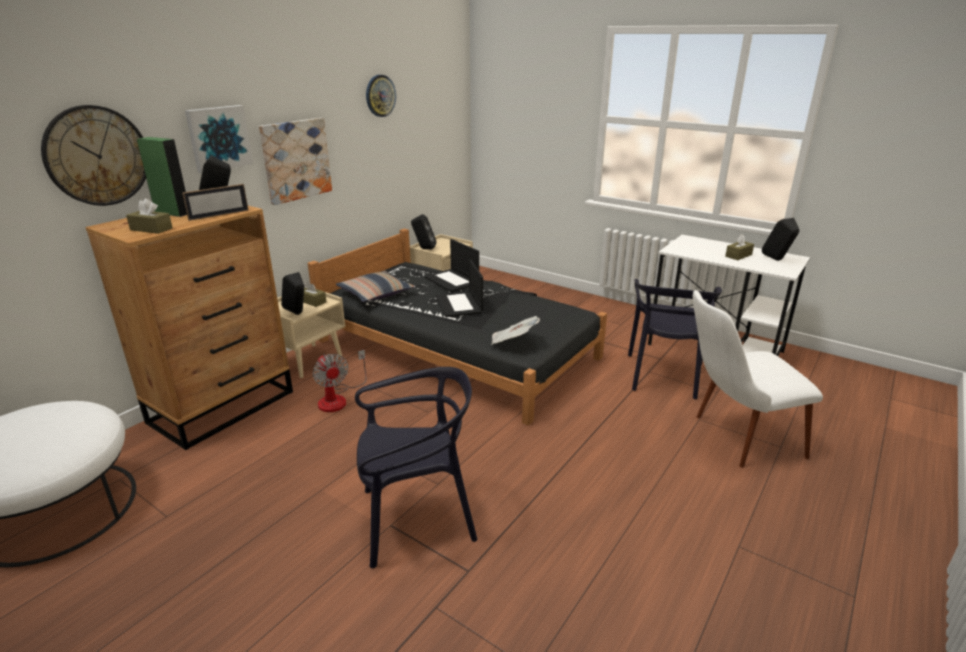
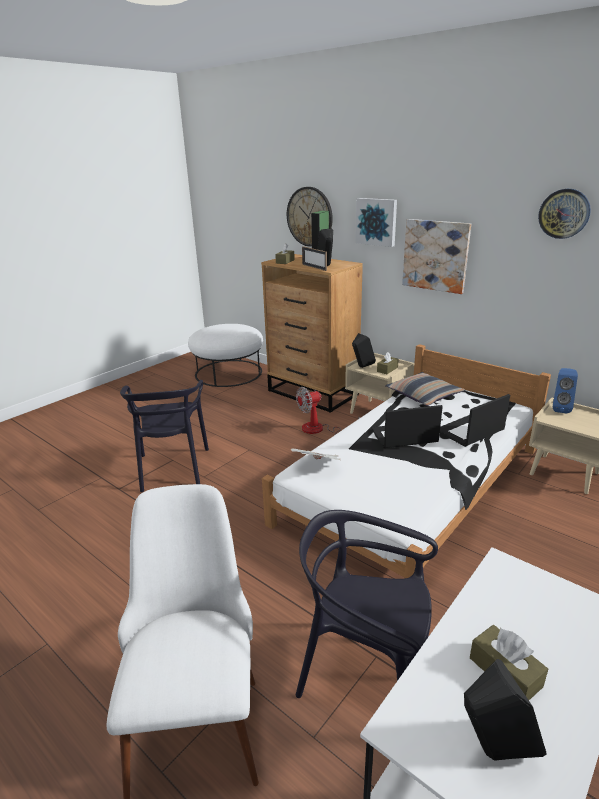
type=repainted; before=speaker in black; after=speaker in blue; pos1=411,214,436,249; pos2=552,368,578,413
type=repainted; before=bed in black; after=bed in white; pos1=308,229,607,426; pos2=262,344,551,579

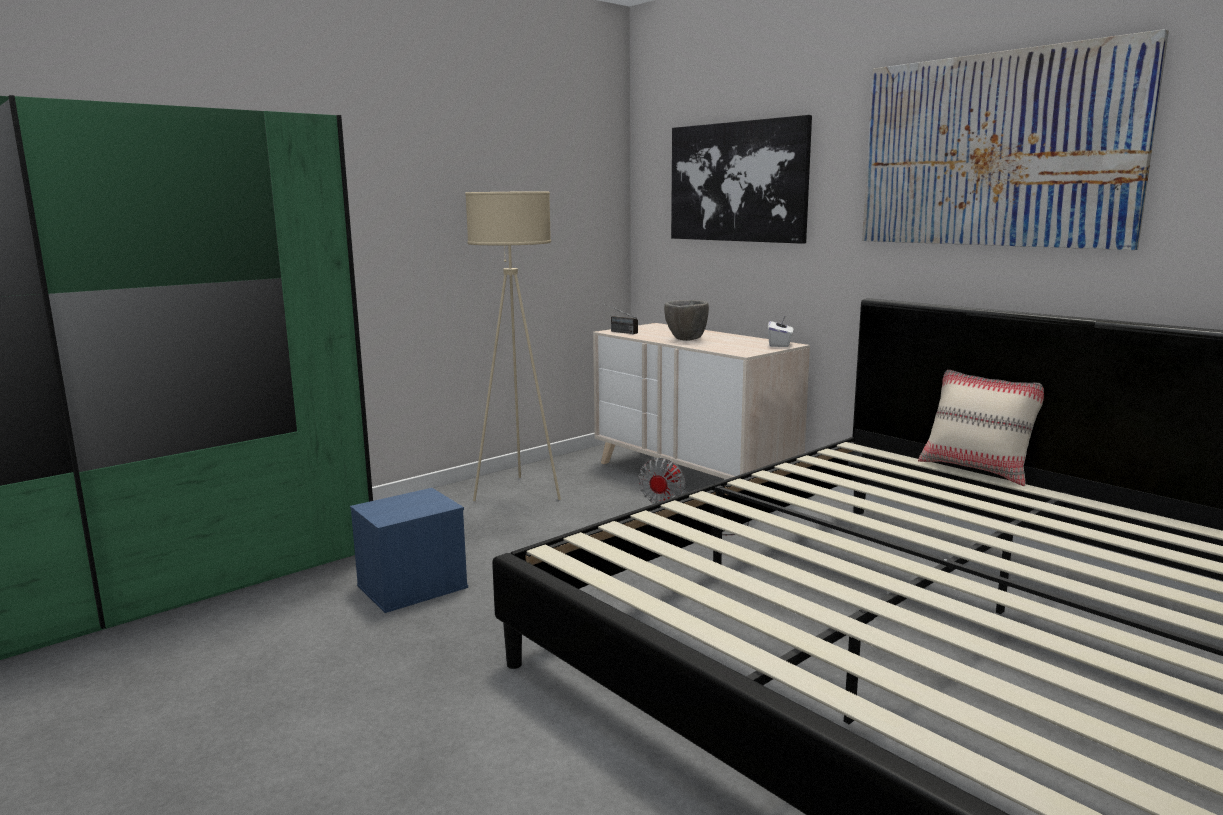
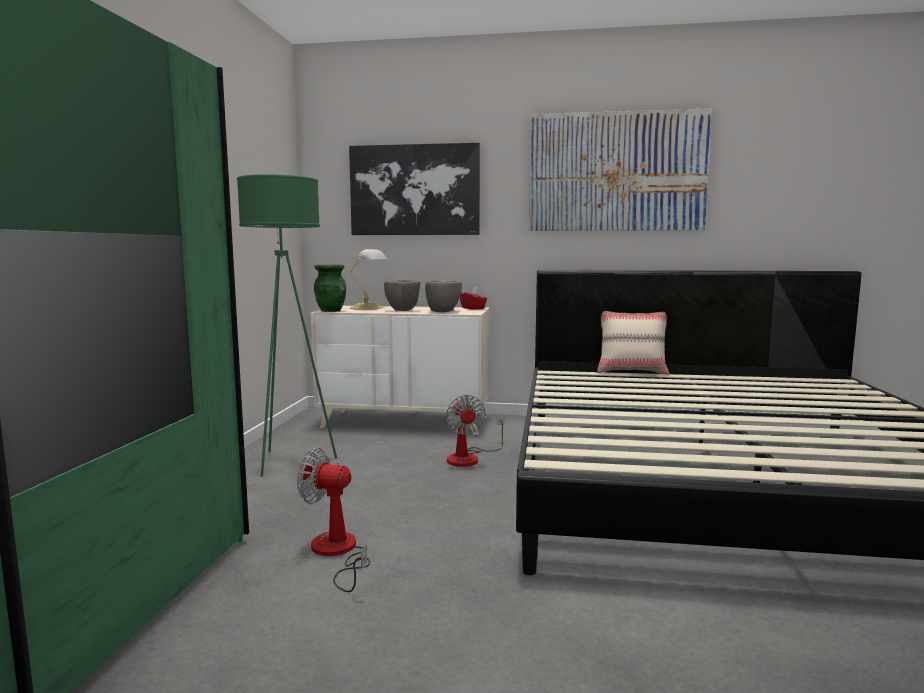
type=repainted; before=floor lamp in beige; after=floor lamp in green; pos1=465,191,561,501; pos2=237,174,337,477
type=swapped; before=radio; after=vase in green; pos1=607,305,638,334; pos2=314,265,346,312
type=repainted; before=tissue box in white; after=tissue box in red; pos1=768,315,794,347; pos2=460,287,487,310
type=swapped; before=storage box in blue; after=fan; pos1=350,488,468,613; pos2=297,448,370,592
type=new; after=table lamp; pos2=350,249,387,310
type=new; after=bowl in grey; pos2=425,280,462,312

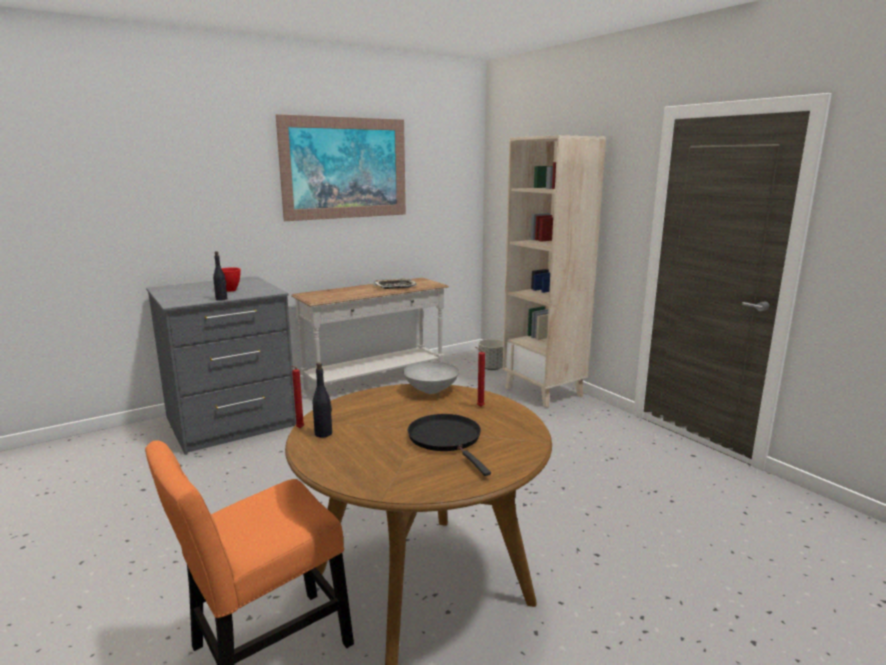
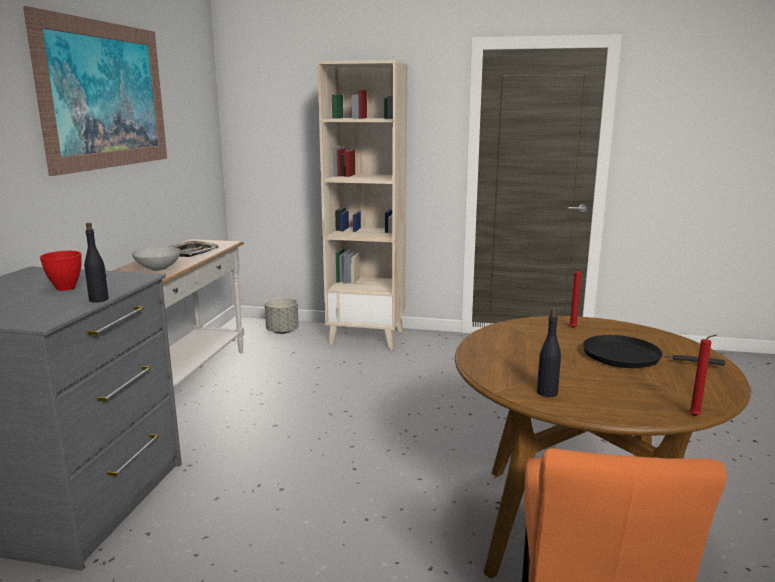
type=shifted; before=bowl in grey; pos1=403,362,459,394; pos2=132,247,181,271
type=shifted; before=candle in red; pos1=292,366,304,428; pos2=689,335,717,416

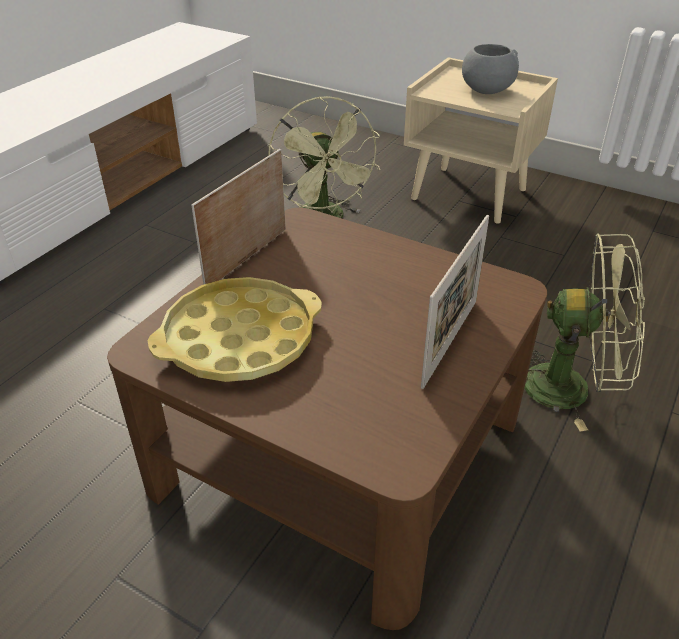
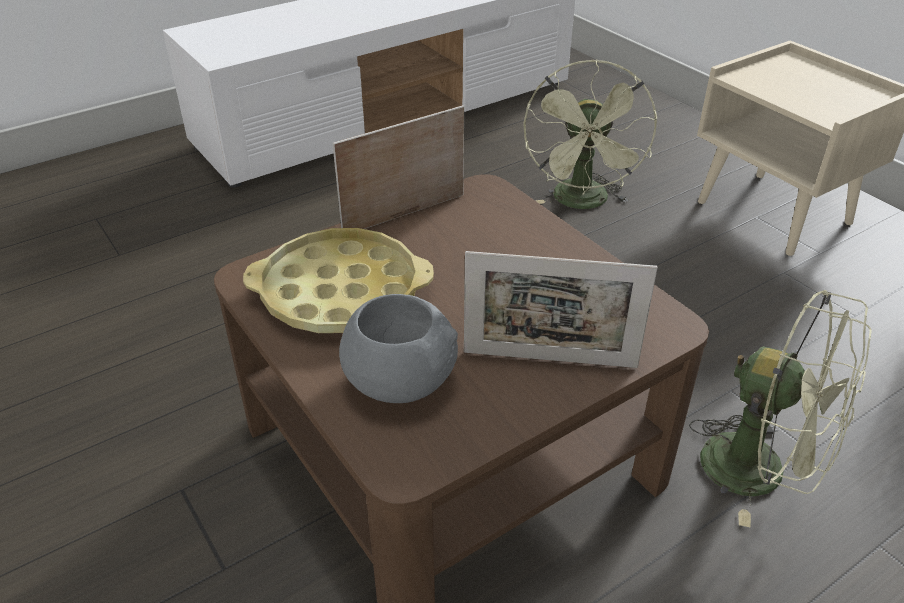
type=shifted; before=bowl in grey; pos1=462,44,519,94; pos2=339,294,458,403
type=rotated; before=picture frame; pos1=421,215,489,389; pos2=464,251,658,368; turn=45

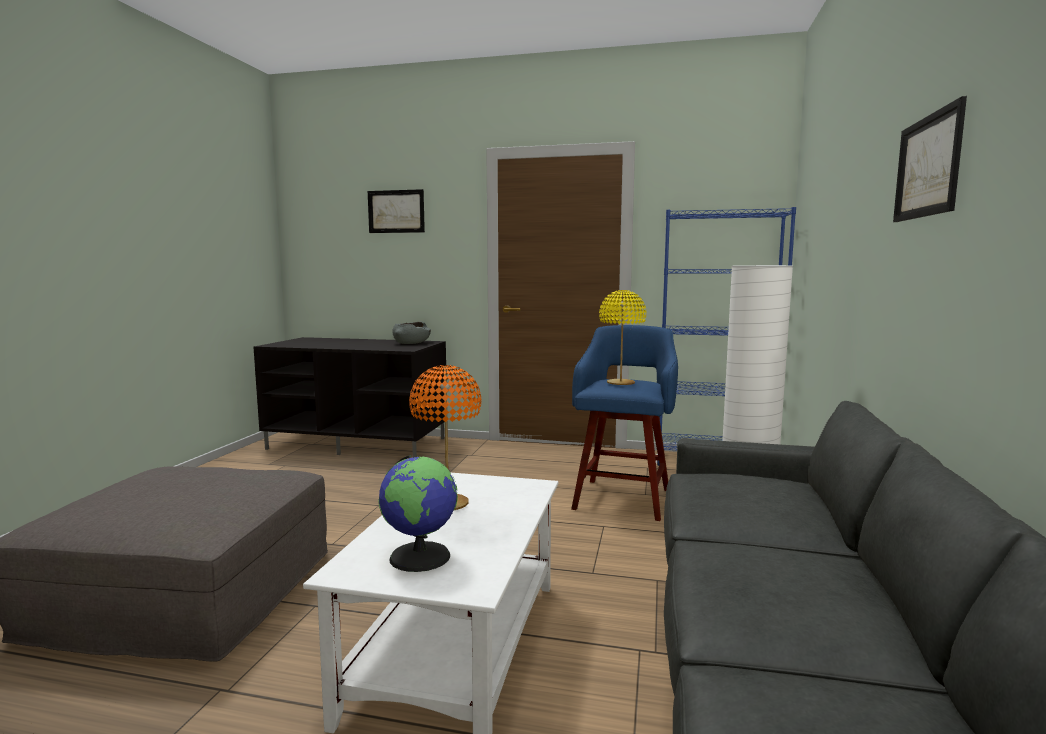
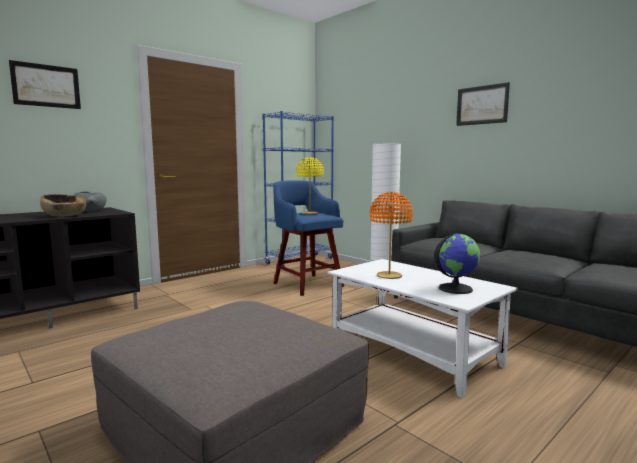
type=new; after=bowl in brown; pos2=40,194,87,216

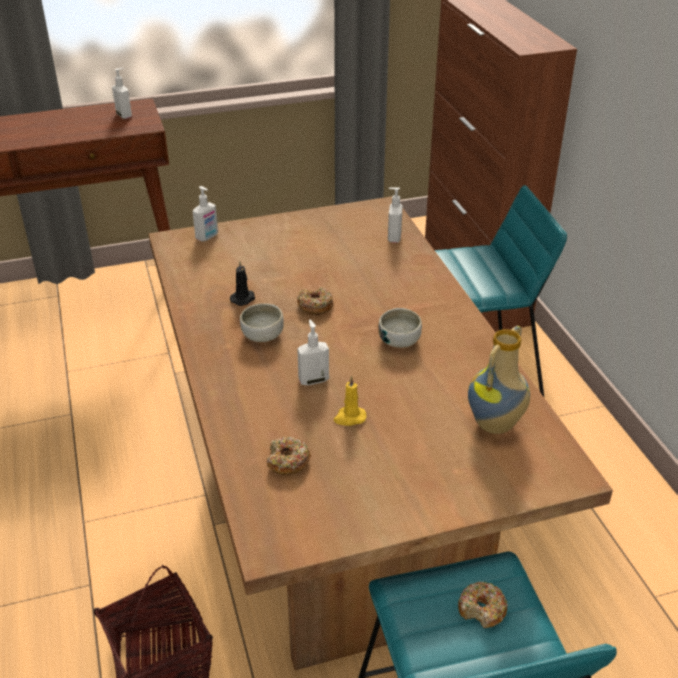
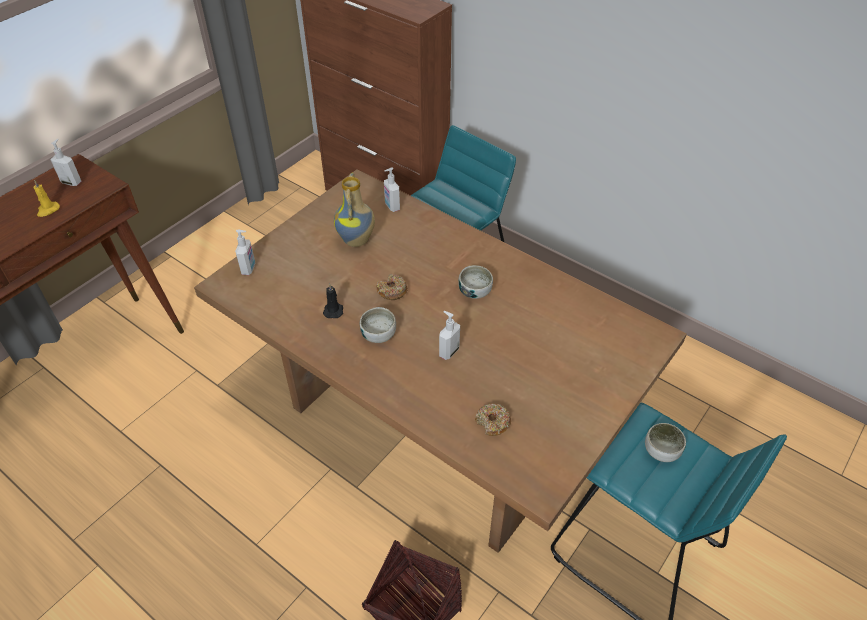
type=shifted; before=vase; pos1=468,326,530,434; pos2=334,173,375,247
type=shifted; before=candle in yellow; pos1=334,376,367,426; pos2=34,180,60,217
type=swapped; before=donut; after=bowl; pos1=458,582,508,628; pos2=645,423,686,462

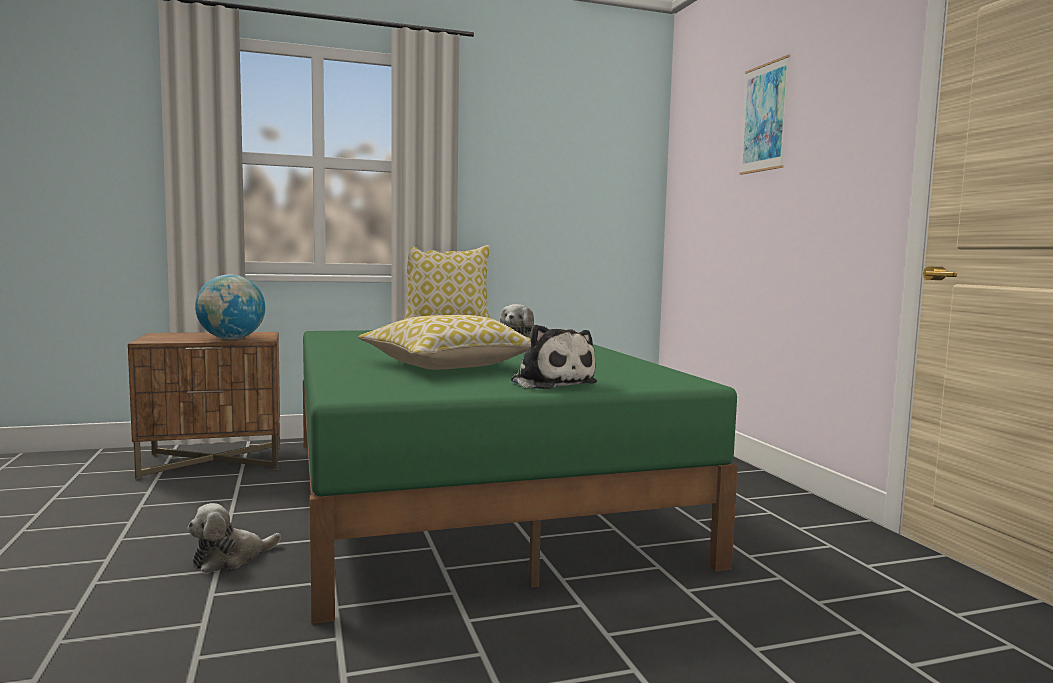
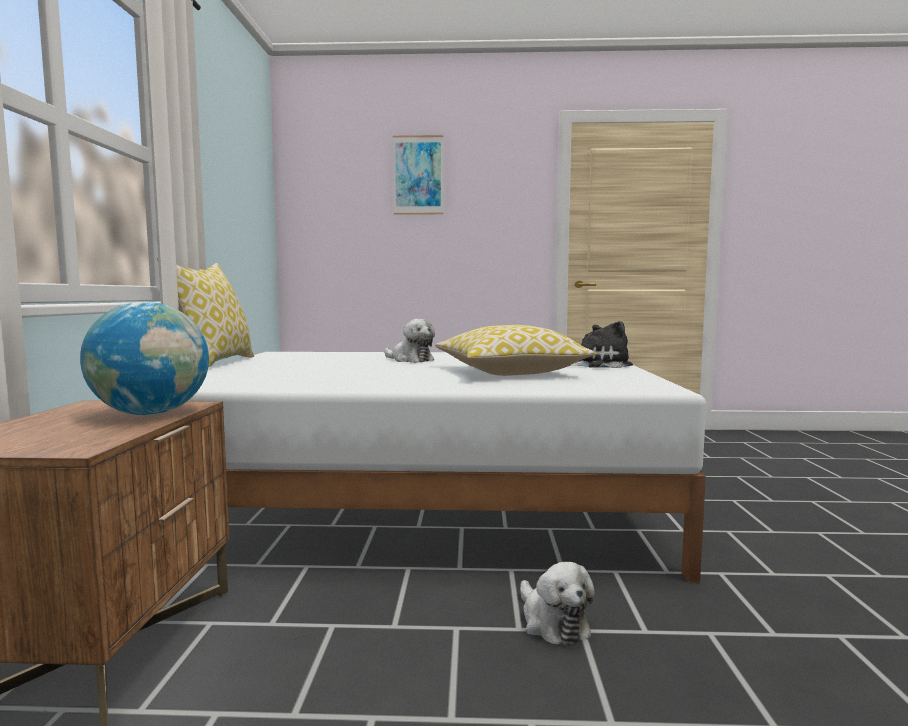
type=repainted; before=bed in green; after=bed in white; pos1=303,330,738,624; pos2=188,352,706,583

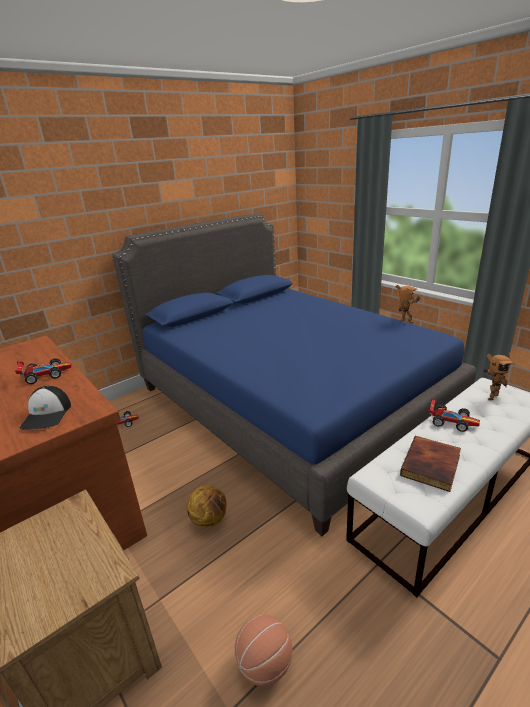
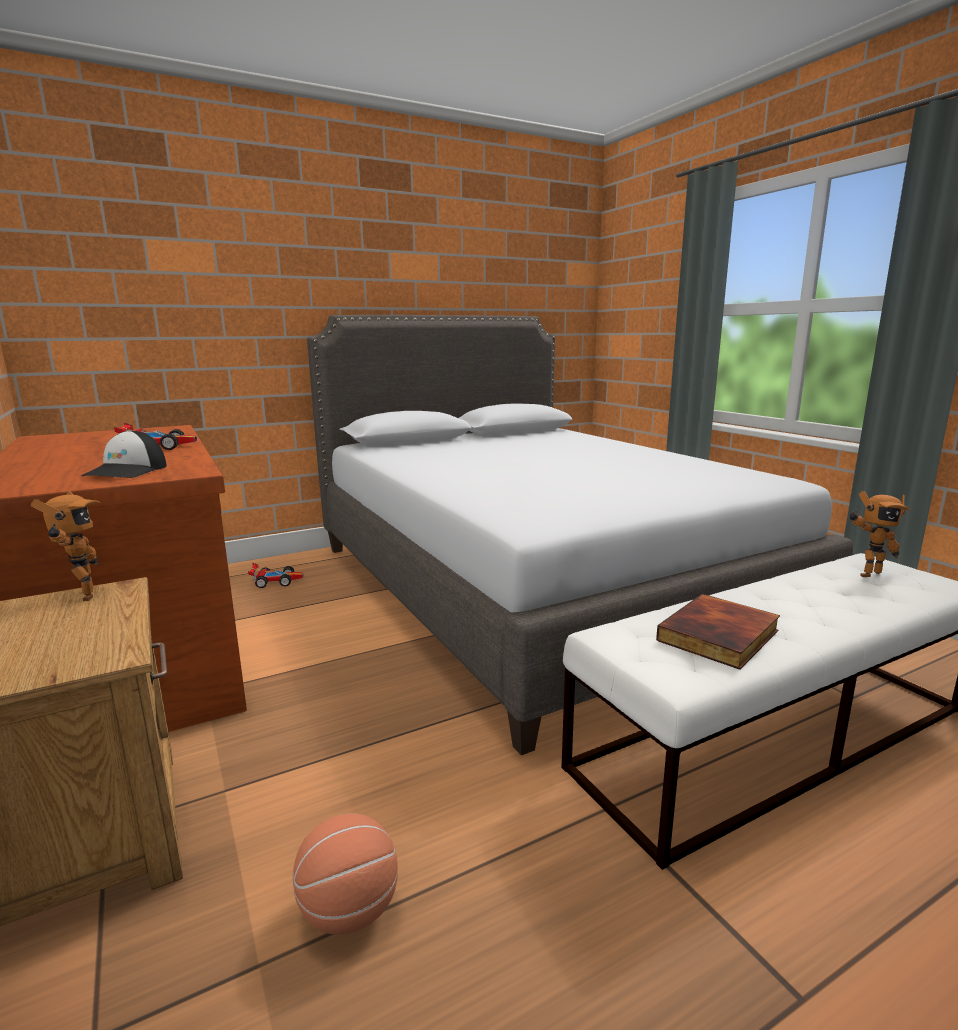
type=repainted; before=bed in blue; after=bed in grey; pos1=112,213,476,536; pos2=307,315,853,755
type=shifted; before=toy robot; pos1=396,285,421,323; pos2=31,491,100,601
type=gone; before=toy car; pos1=428,398,480,432
type=gone; before=basketball; pos1=187,485,226,527

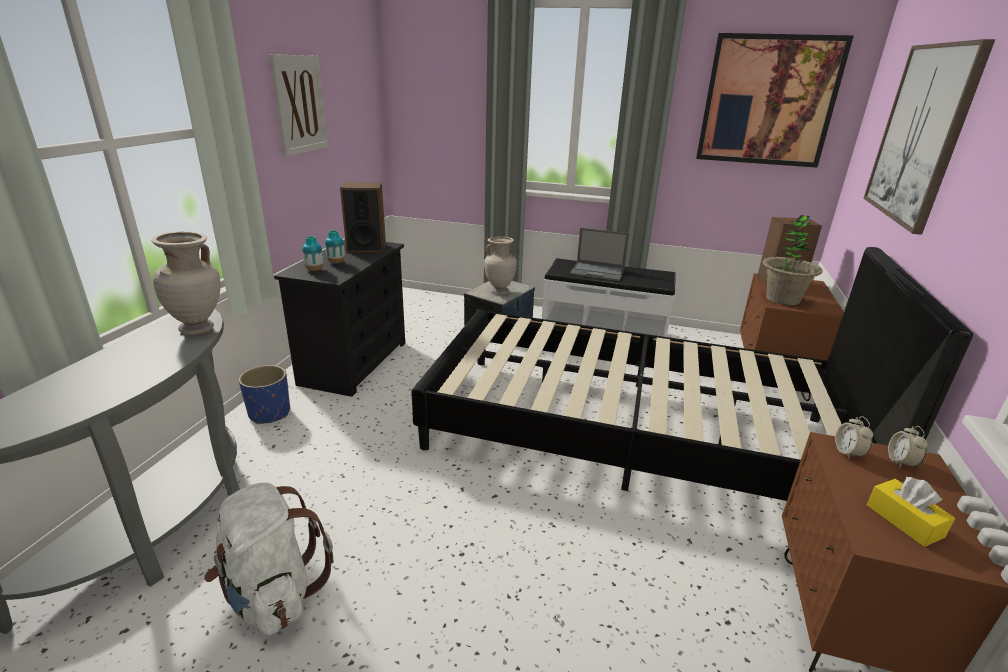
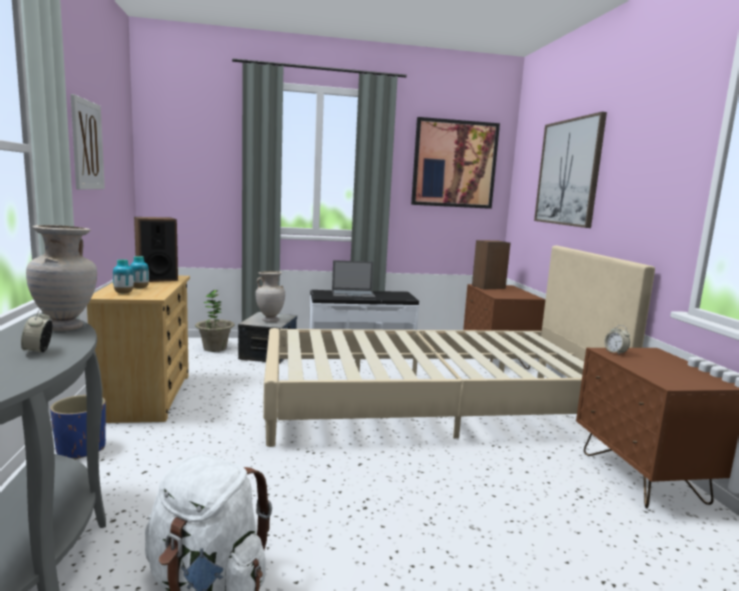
type=shifted; before=potted plant; pos1=763,215,823,305; pos2=195,290,235,352
type=repainted; before=dresser in black; after=dresser in beige; pos1=274,240,405,397; pos2=87,275,190,423
type=repainted; before=bed in black; after=bed in beige; pos1=411,247,973,501; pos2=263,246,655,447
type=shifted; before=alarm clock; pos1=888,426,928,468; pos2=21,308,52,355
type=gone; before=tissue box in yellow; pos1=867,477,955,547

